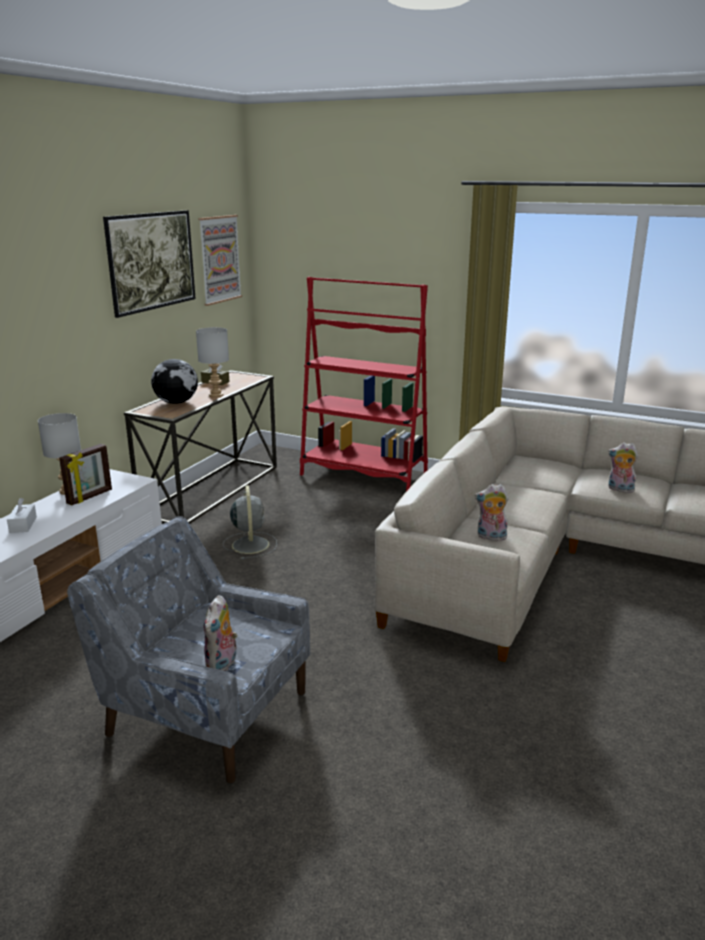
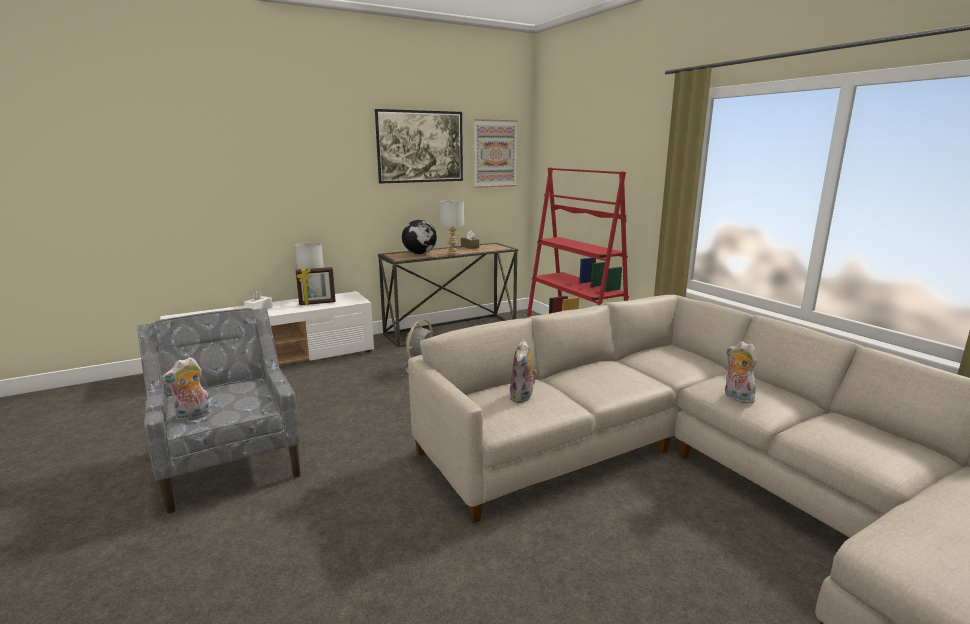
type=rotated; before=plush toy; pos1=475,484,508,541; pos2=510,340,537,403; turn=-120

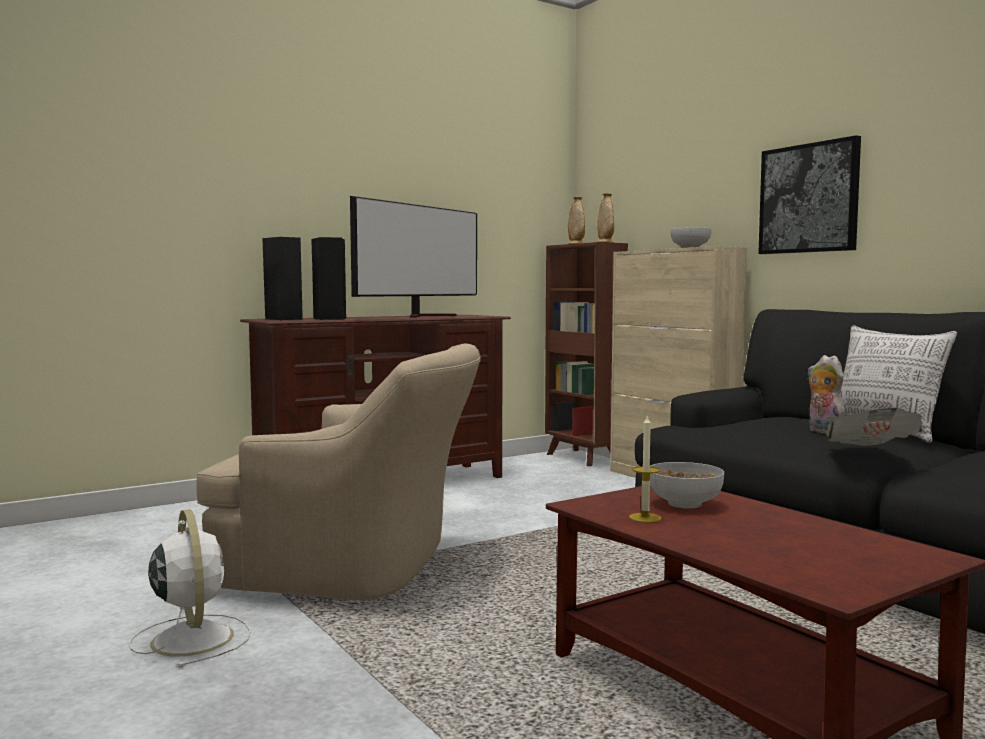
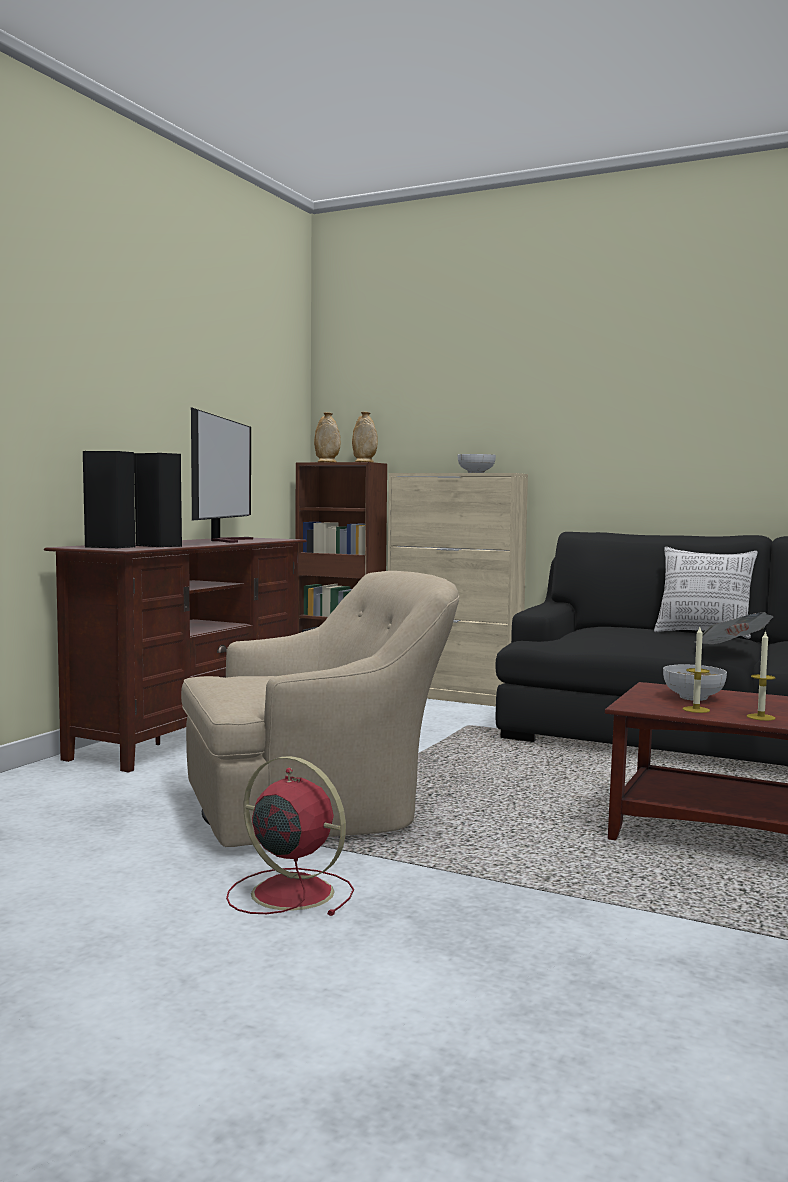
type=gone; before=picture; pos1=758,135,861,254
type=gone; before=plush toy; pos1=808,355,846,434
type=repainted; before=fan in white; after=fan in red; pos1=129,509,251,668; pos2=226,756,354,916
type=new; after=candle; pos2=747,630,776,721

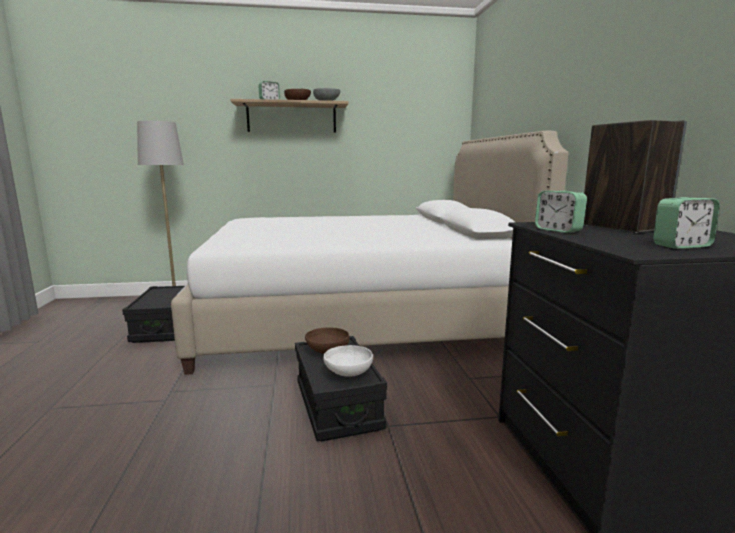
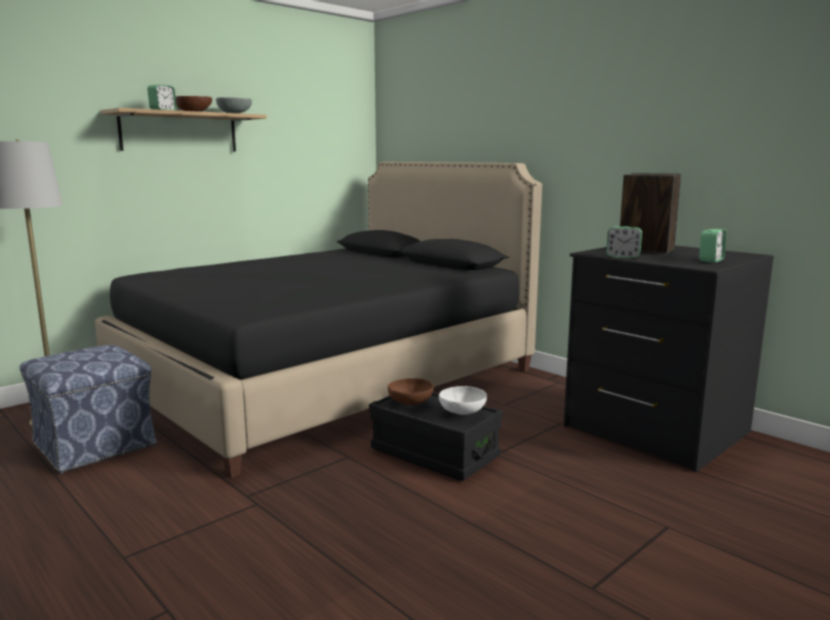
type=repainted; before=bed in white; after=bed in black; pos1=171,131,568,375; pos2=95,162,542,478
type=swapped; before=storage box in black; after=ottoman; pos1=122,286,185,343; pos2=20,345,157,474

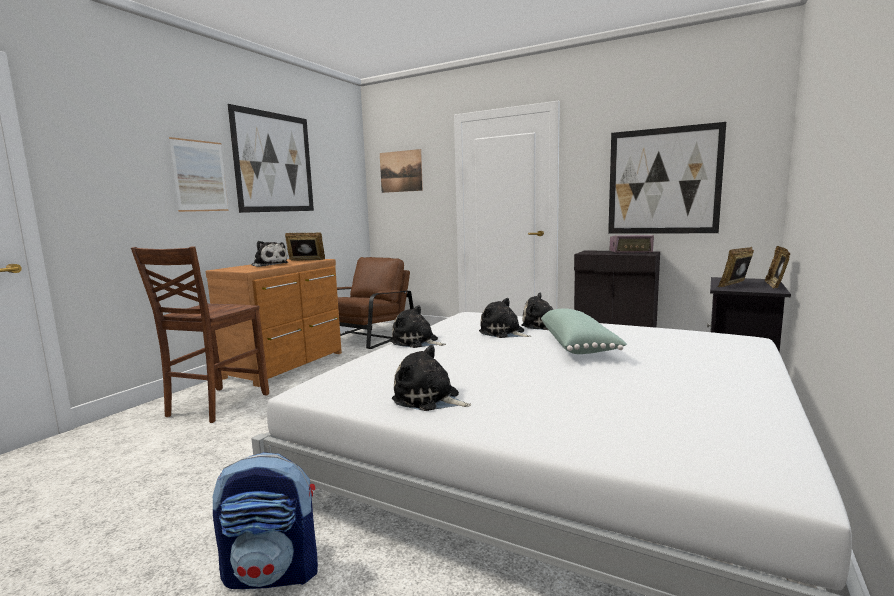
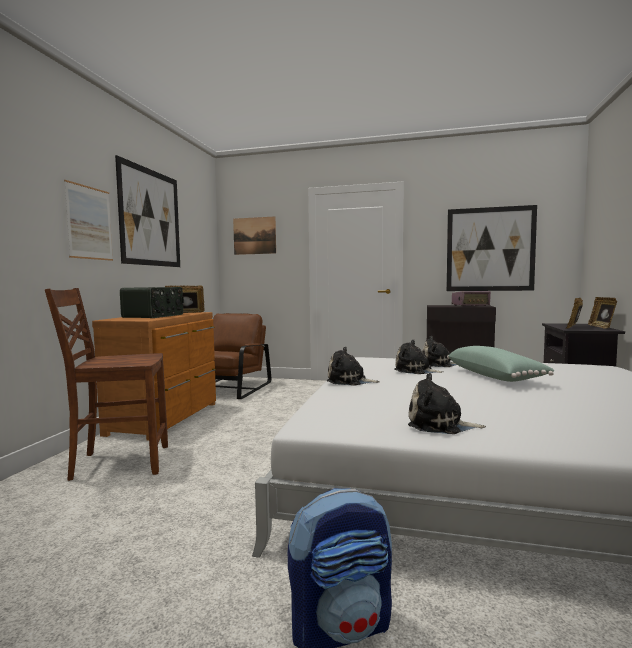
type=swapped; before=plush toy; after=radio; pos1=252,241,288,267; pos2=120,287,184,318
type=rotated; before=chair in brown; pos1=131,246,269,423; pos2=45,288,168,481; turn=75

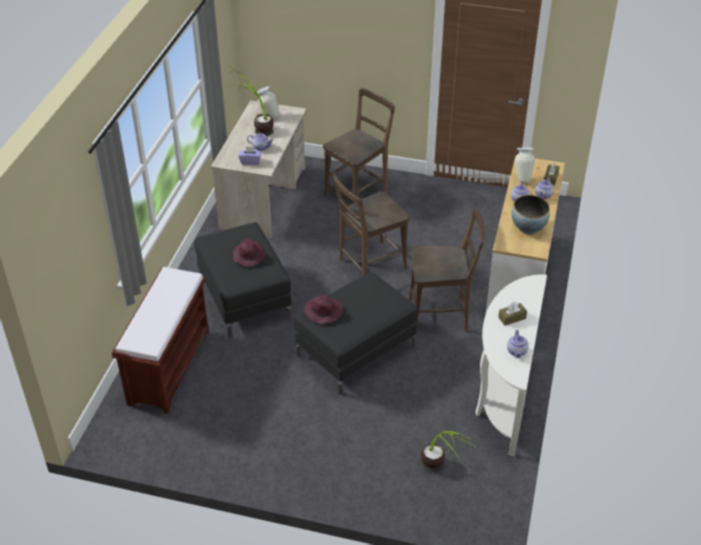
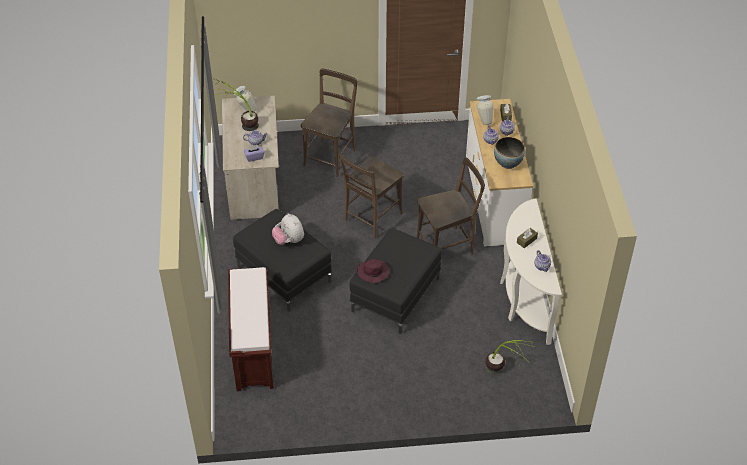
type=swapped; before=hat in purple; after=plush toy; pos1=233,239,265,266; pos2=272,214,304,245

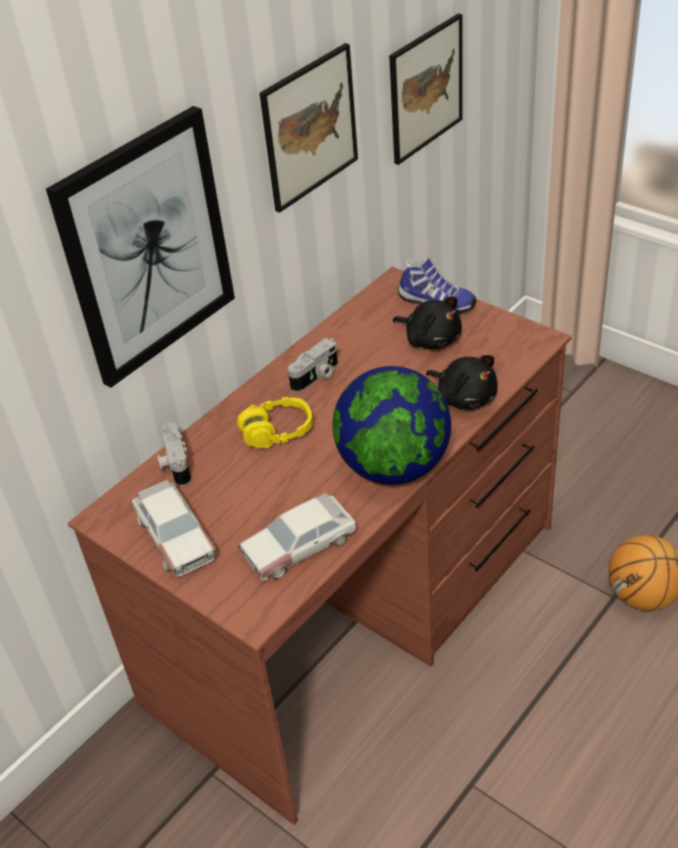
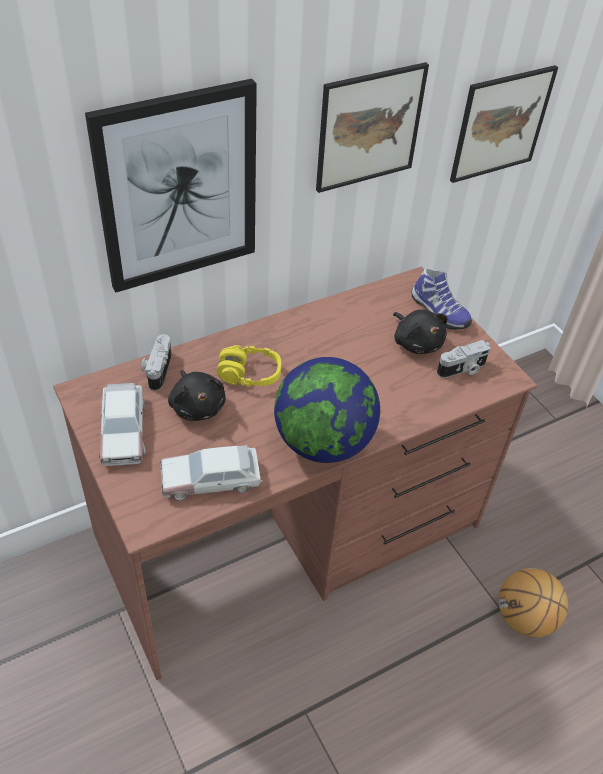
type=shifted; before=photo camera; pos1=288,338,338,392; pos2=437,340,491,378
type=shifted; before=plush toy in black; pos1=426,355,498,410; pos2=168,370,226,421

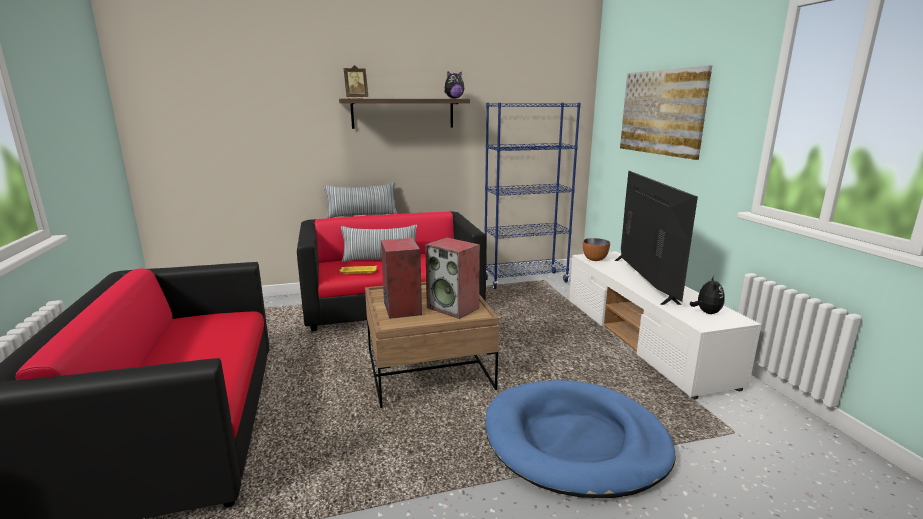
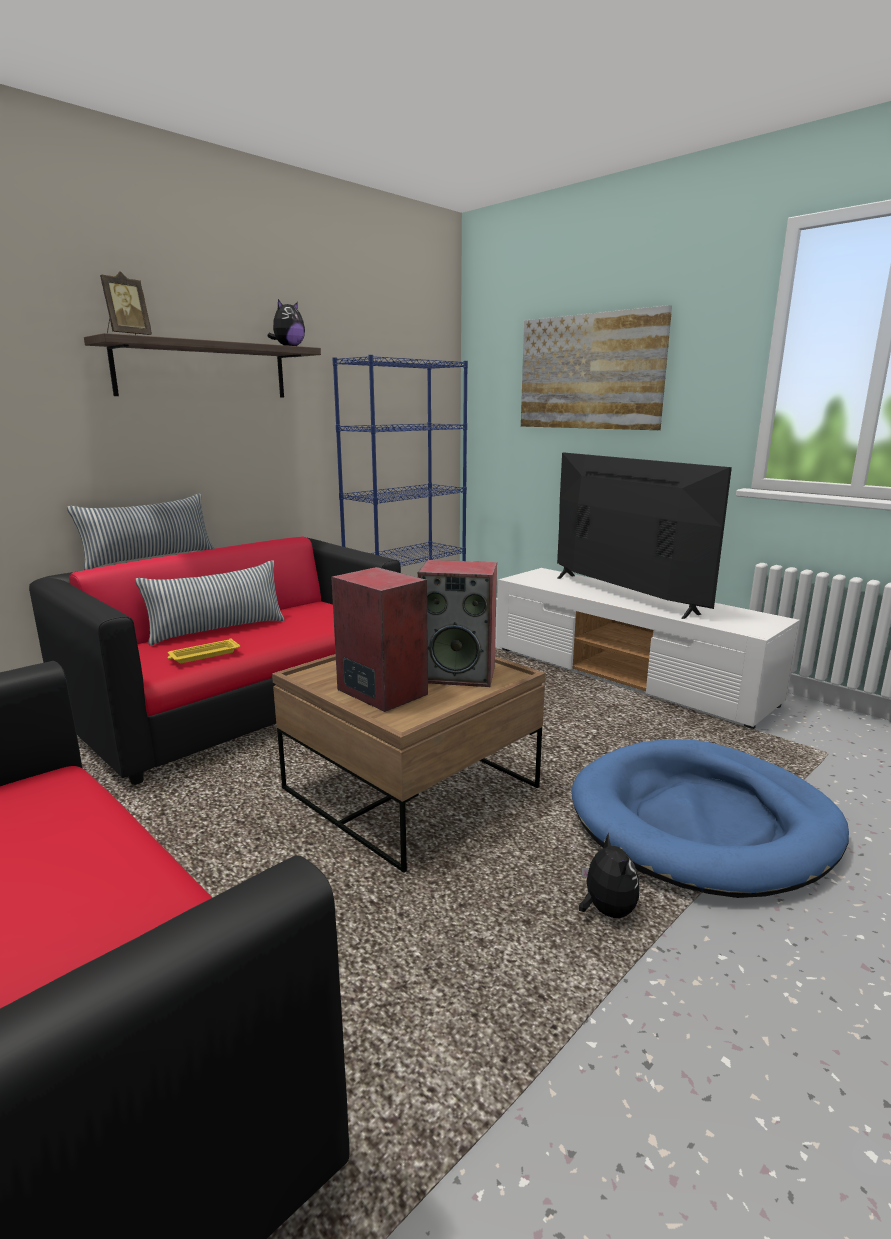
type=gone; before=bowl; pos1=583,238,610,261
type=shifted; before=plush toy; pos1=690,276,725,314; pos2=579,832,639,918

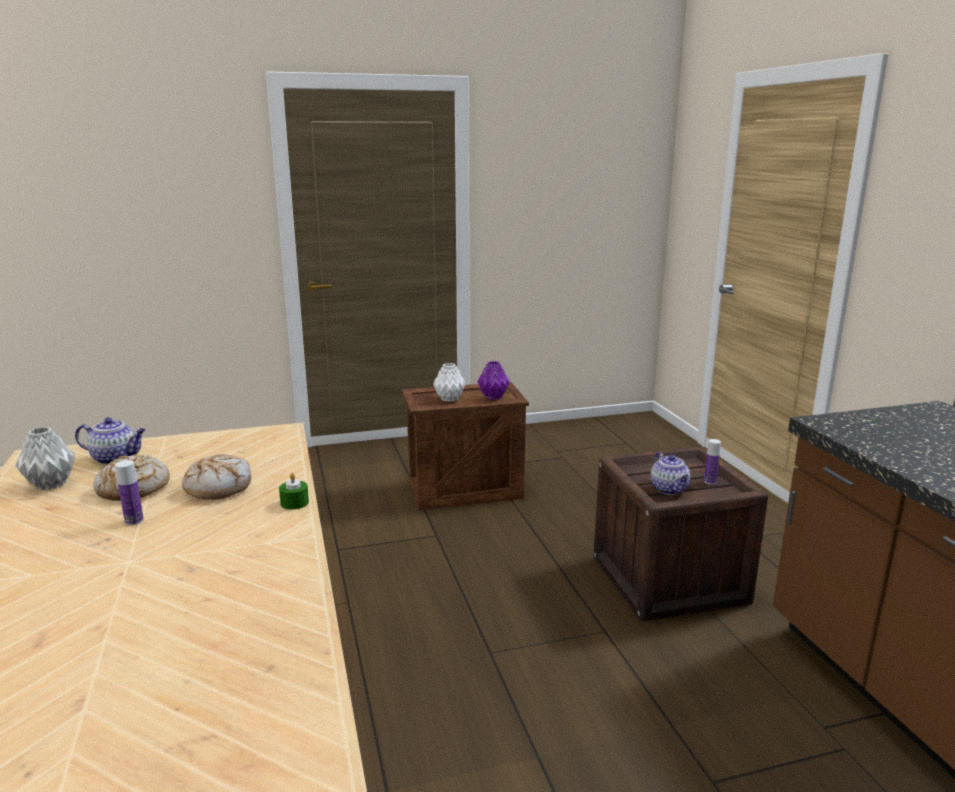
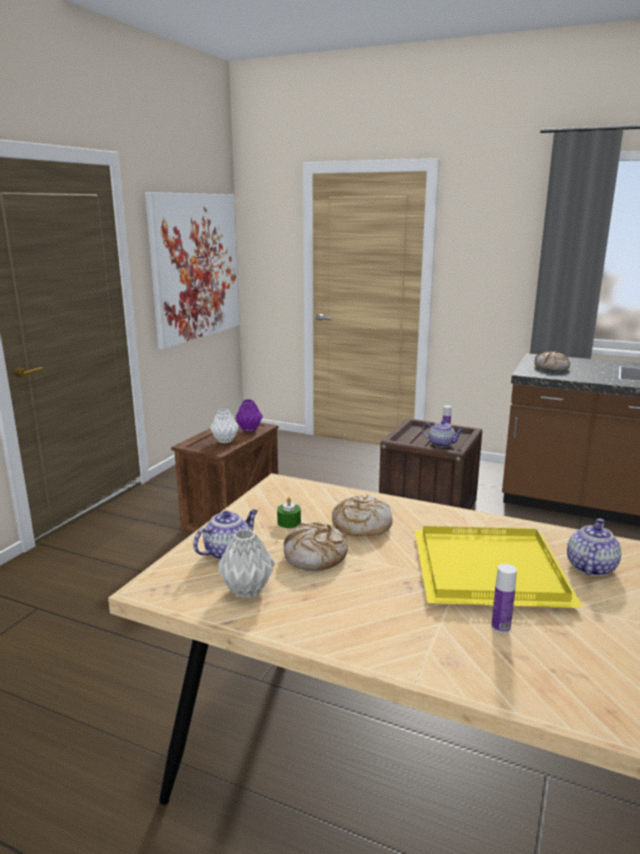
type=shifted; before=bottle; pos1=115,460,144,525; pos2=491,564,517,633
type=shifted; before=candle in green; pos1=279,473,309,510; pos2=277,497,301,528
type=new; after=picture; pos2=145,192,240,349
type=new; after=bread; pos2=534,351,570,371
type=new; after=teapot; pos2=567,519,621,576
type=new; after=tray in yellow; pos2=415,526,583,608

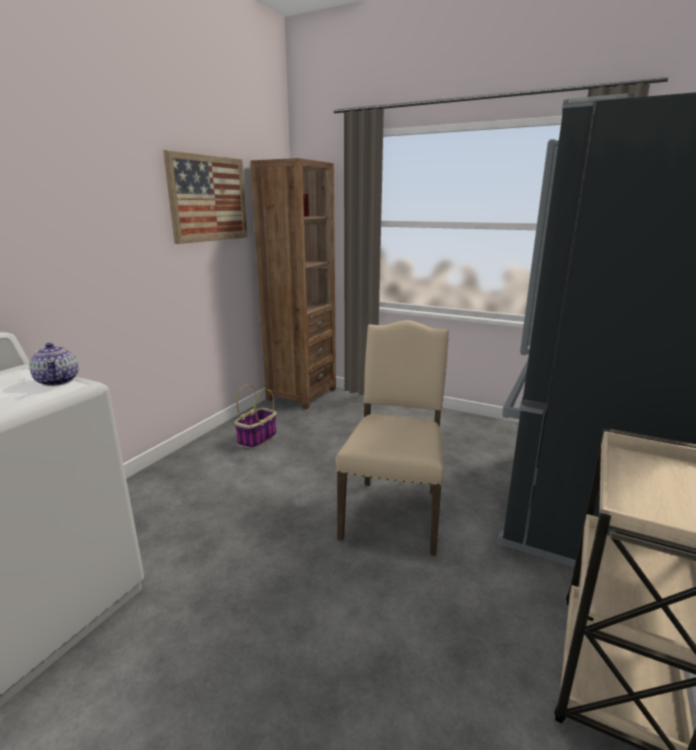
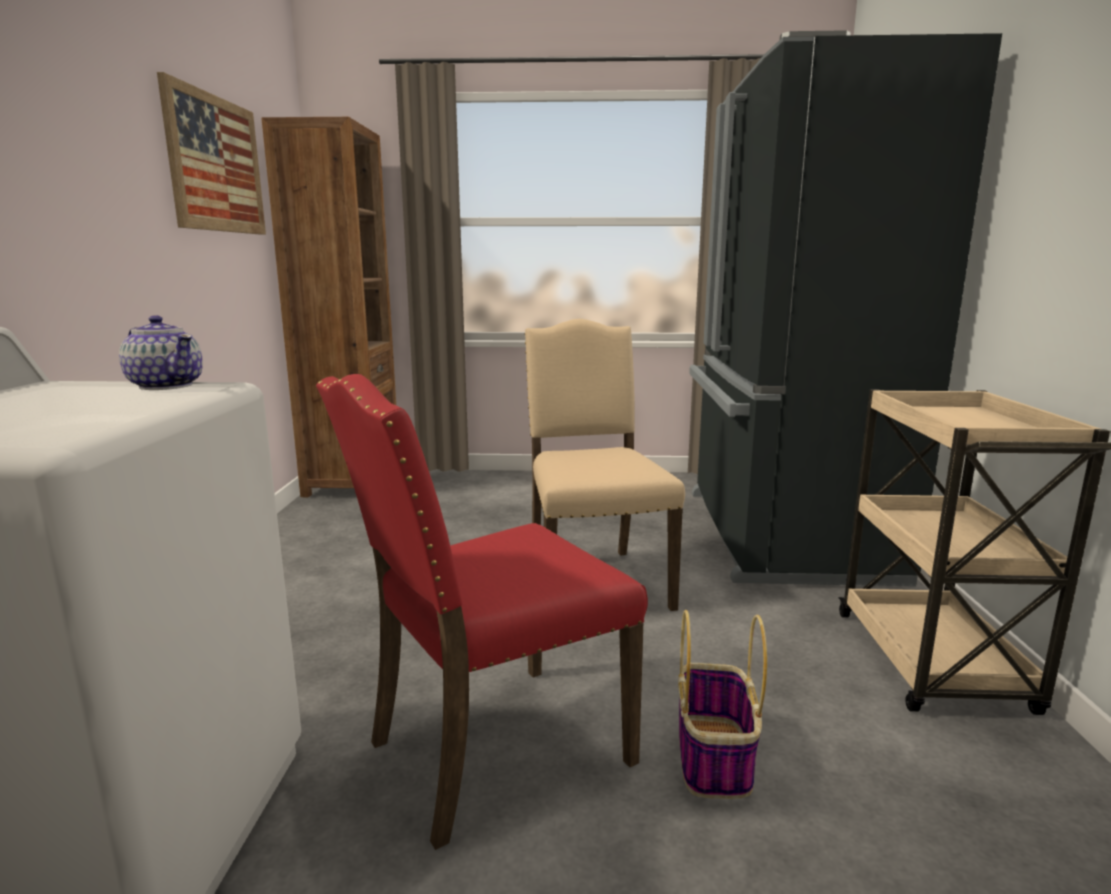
type=shifted; before=basket; pos1=234,384,277,449; pos2=678,610,767,799
type=new; after=chair in red; pos2=316,374,648,850

